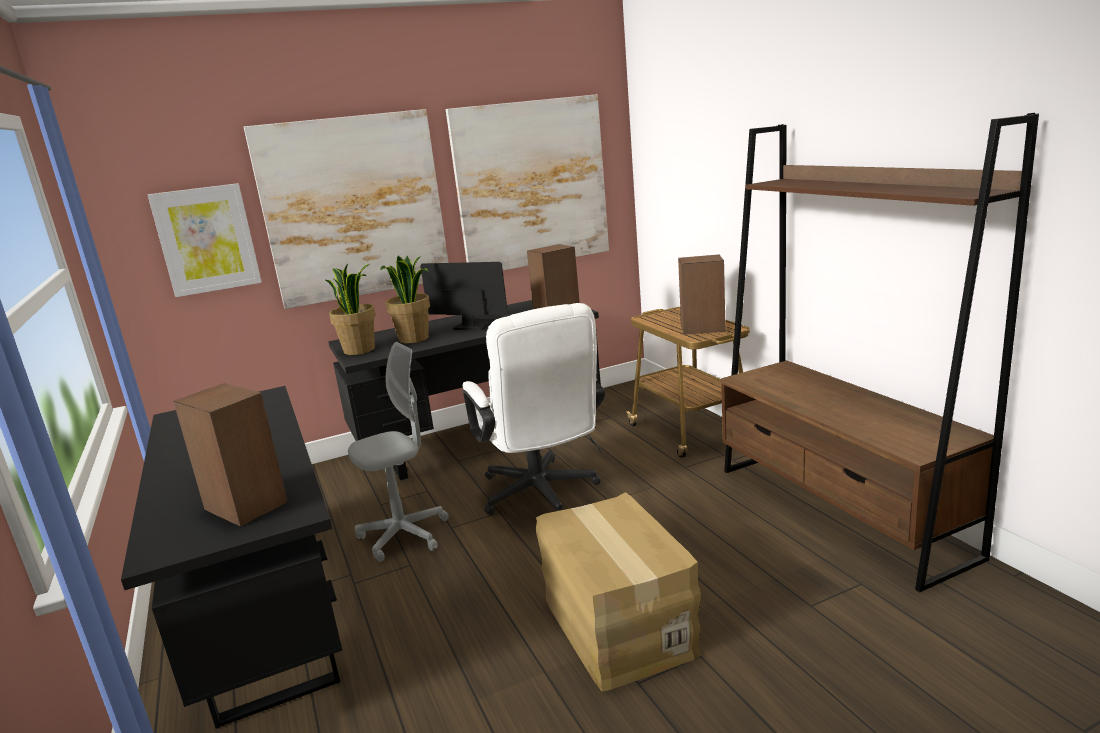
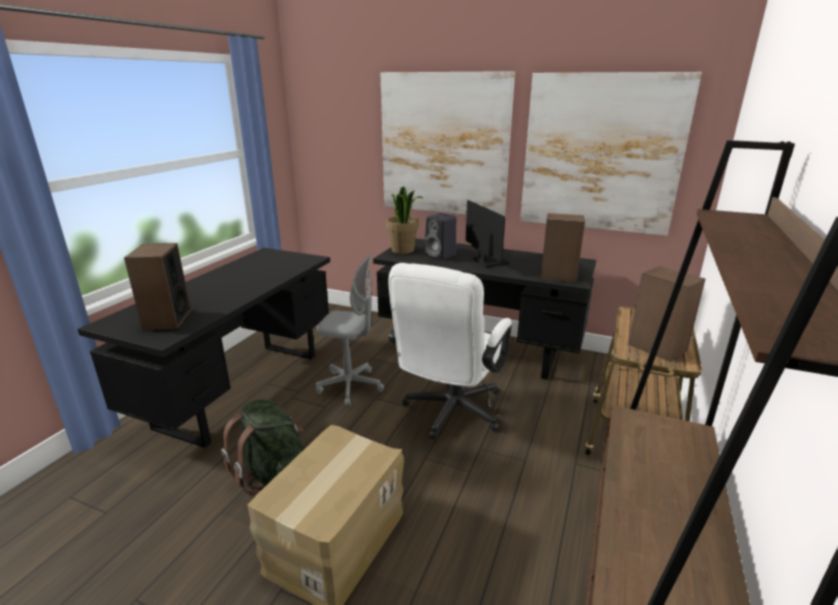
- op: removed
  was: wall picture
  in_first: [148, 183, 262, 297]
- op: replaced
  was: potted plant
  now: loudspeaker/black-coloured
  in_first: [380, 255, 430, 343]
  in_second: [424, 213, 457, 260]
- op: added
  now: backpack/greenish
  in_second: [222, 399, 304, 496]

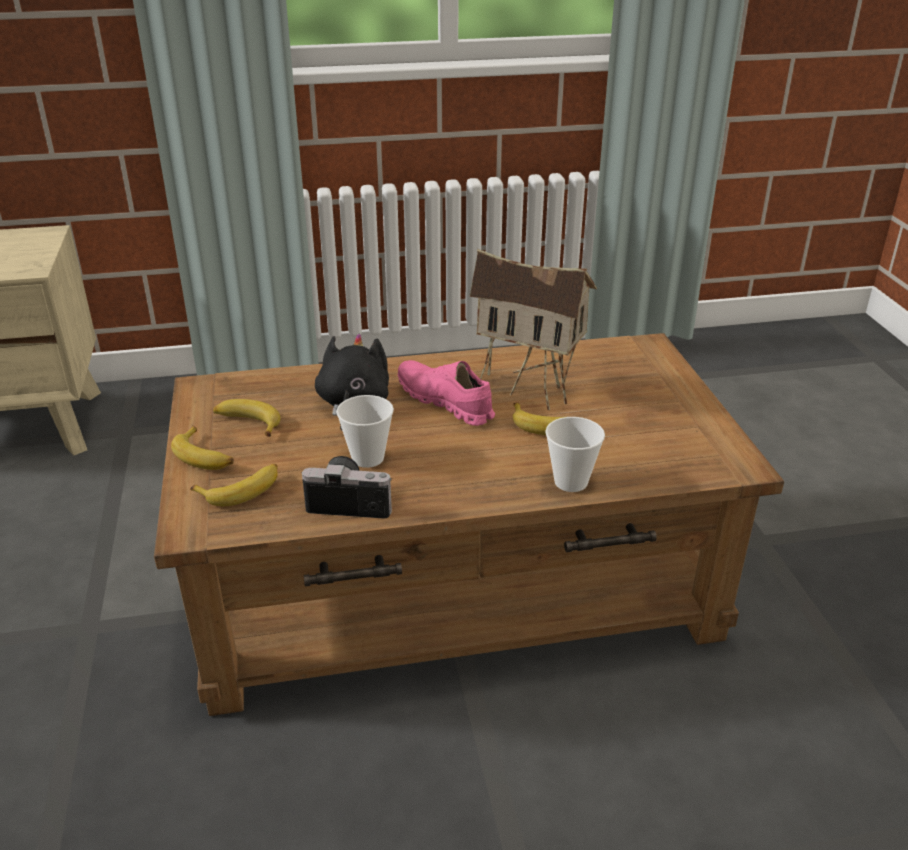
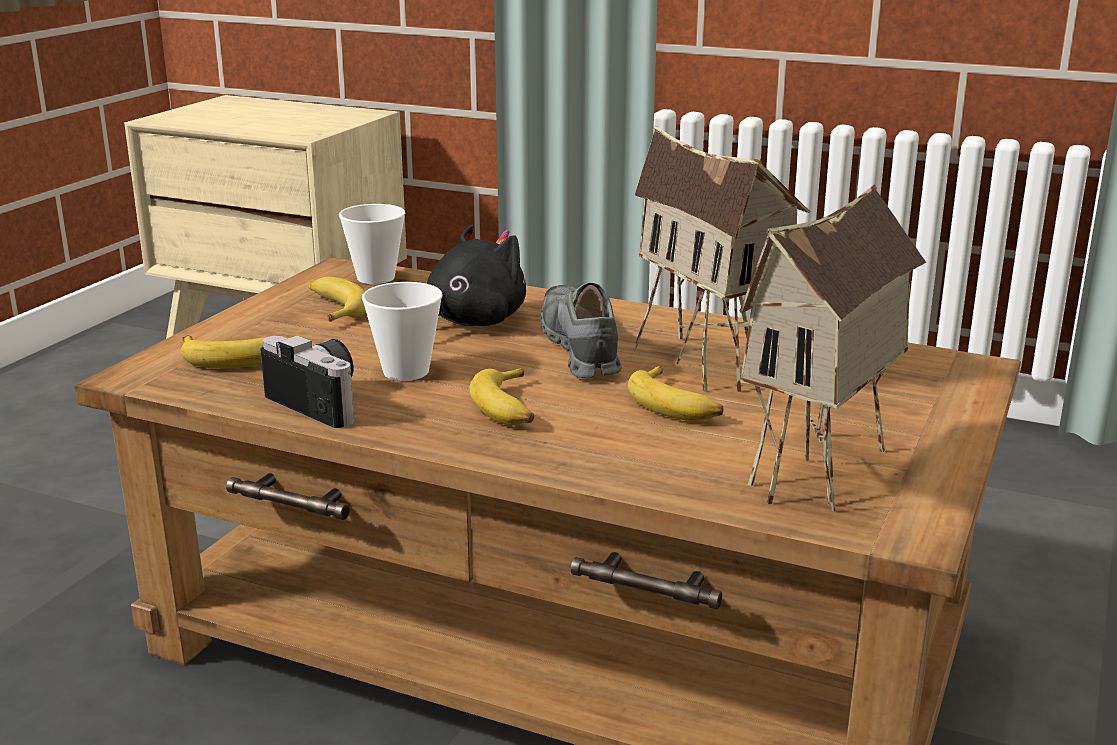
- op: moved
  was: whole banana
  in_first: [171, 426, 234, 470]
  in_second: [469, 368, 535, 426]
- op: recoloured
  was: shoe/pink-coloured
  now: shoe/grey
  in_first: [398, 360, 495, 426]
  in_second: [540, 283, 622, 378]
- op: moved
  was: cup
  in_first: [545, 417, 605, 492]
  in_second: [339, 204, 405, 284]
- op: added
  now: toy house
  in_second: [739, 184, 926, 511]

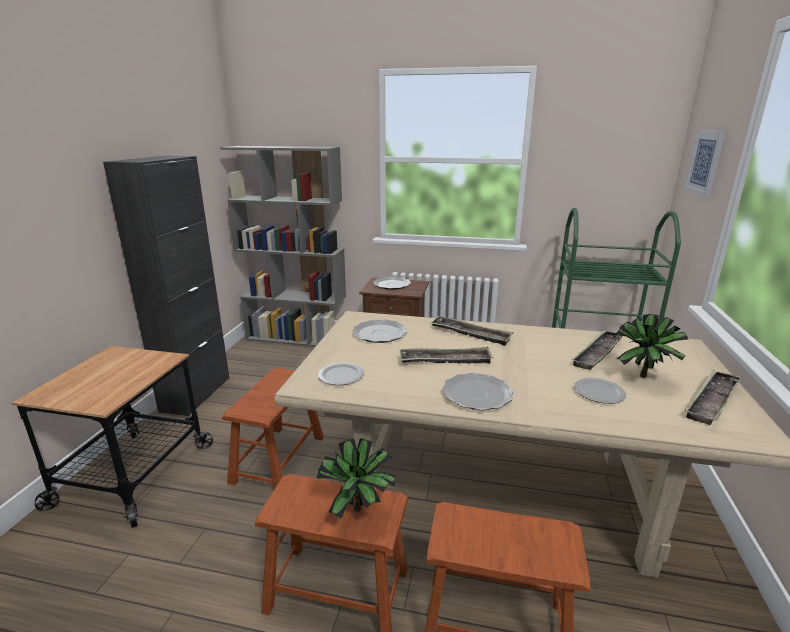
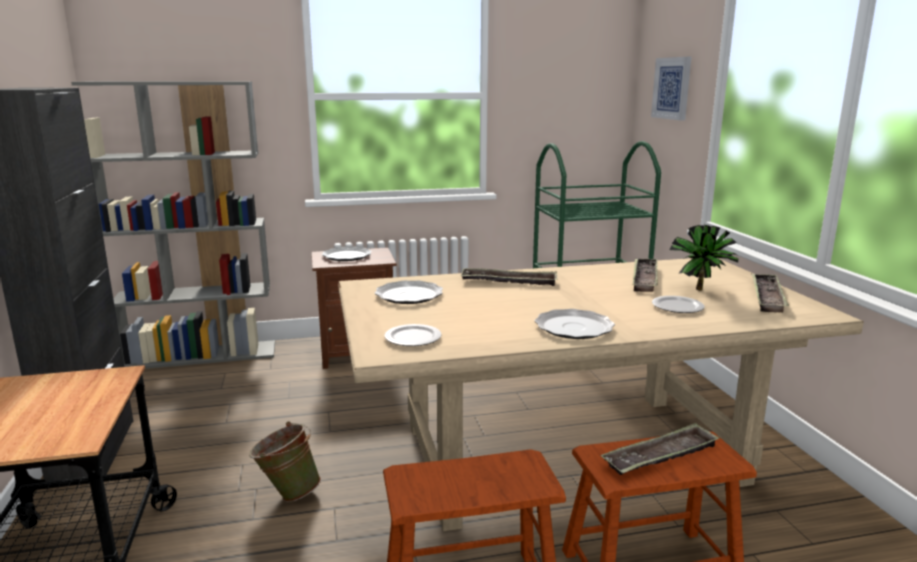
- op: replaced
  was: sitting stool/brown
  now: pail/greenish
  in_first: [222, 368, 324, 489]
  in_second: [249, 421, 321, 502]
- op: removed
  was: potted plant
  in_first: [316, 438, 395, 519]
- op: moved
  was: carrying tray
  in_first: [399, 347, 494, 364]
  in_second: [601, 423, 719, 475]

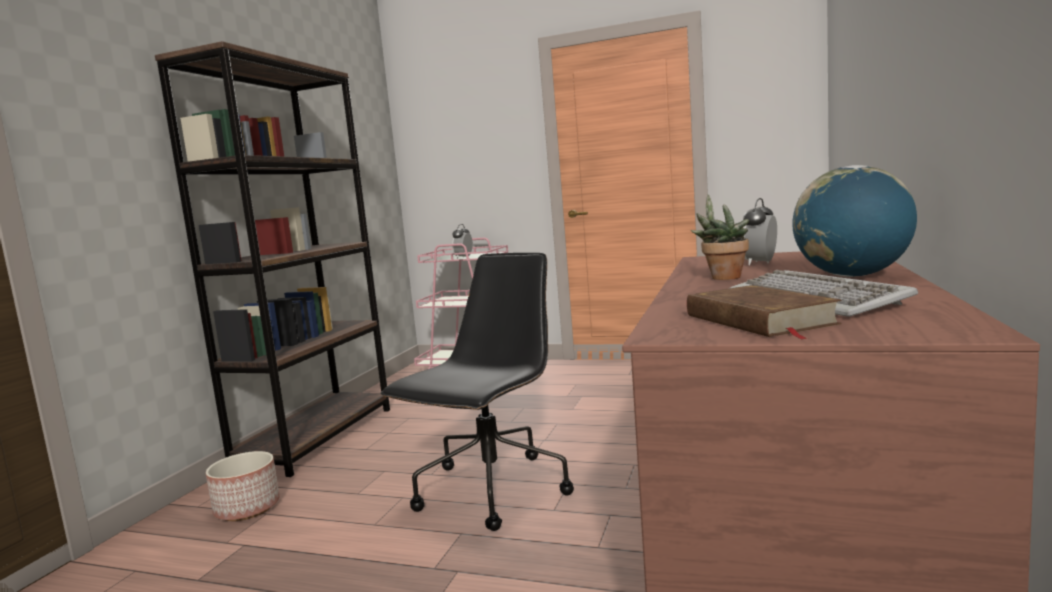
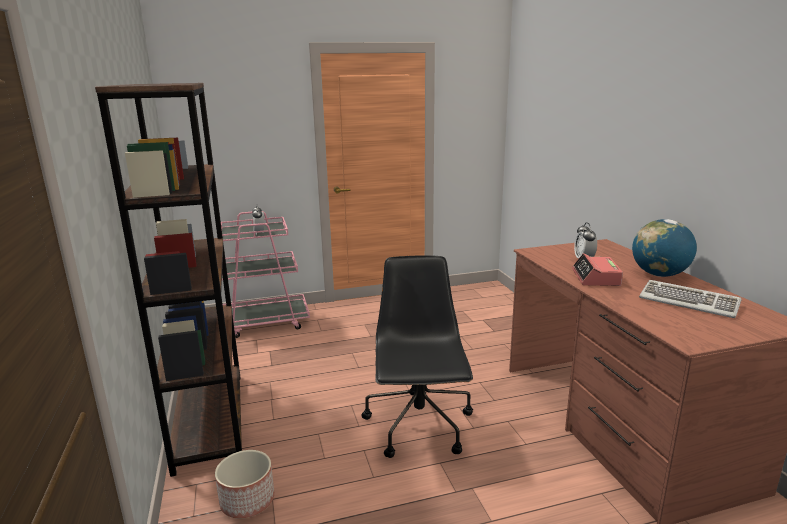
- op: removed
  was: bound book/brown
  in_first: [687, 285, 841, 340]
- op: replaced
  was: potted plant
  now: table clock
  in_first: [691, 194, 749, 280]
  in_second: [572, 253, 623, 286]

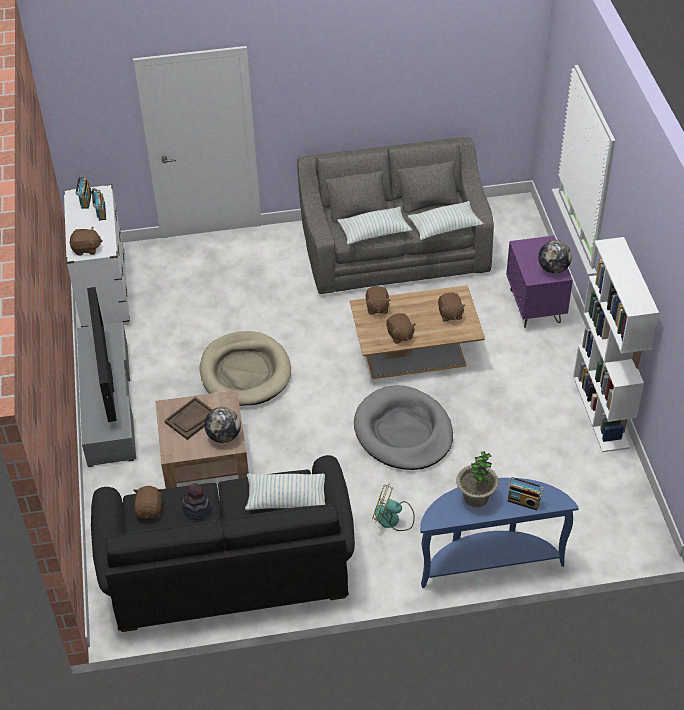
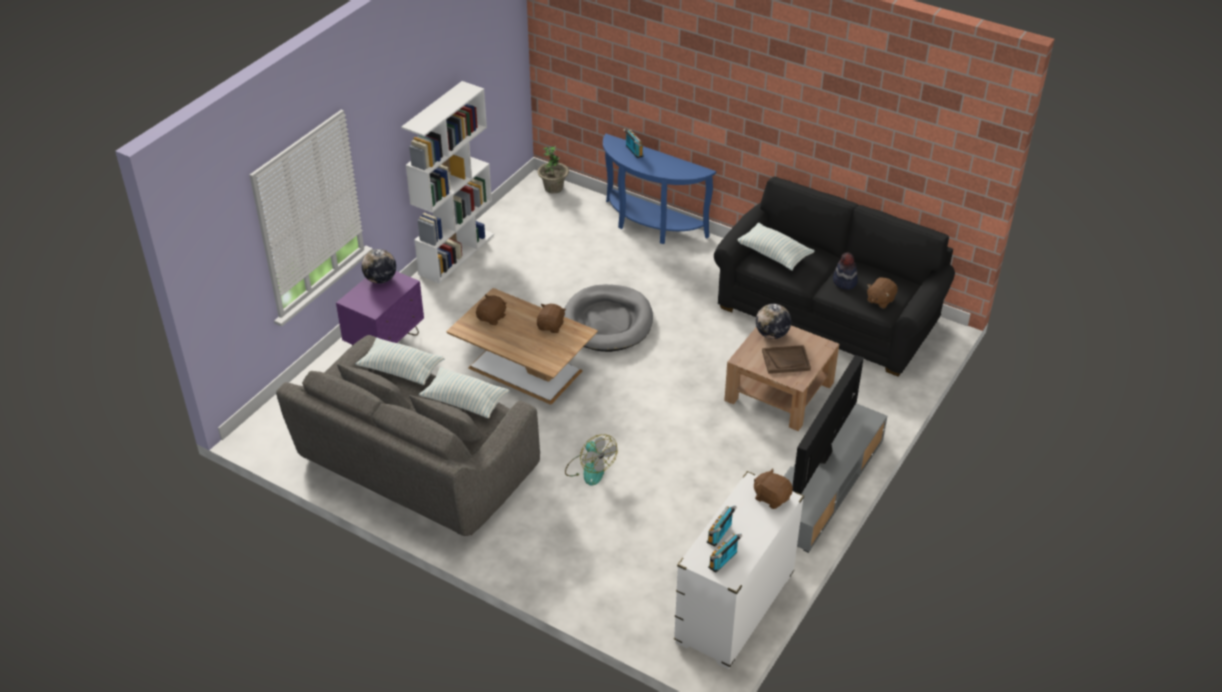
- op: removed
  was: dog cushion/sand-coloured
  in_first: [200, 331, 291, 406]
- op: removed
  was: plush toy/brown
  in_first: [365, 286, 391, 314]
- op: moved
  was: cooling fan
  in_first: [372, 483, 415, 531]
  in_second: [565, 435, 618, 486]
- op: moved
  was: potted plant
  in_first: [456, 451, 499, 508]
  in_second: [537, 146, 569, 194]

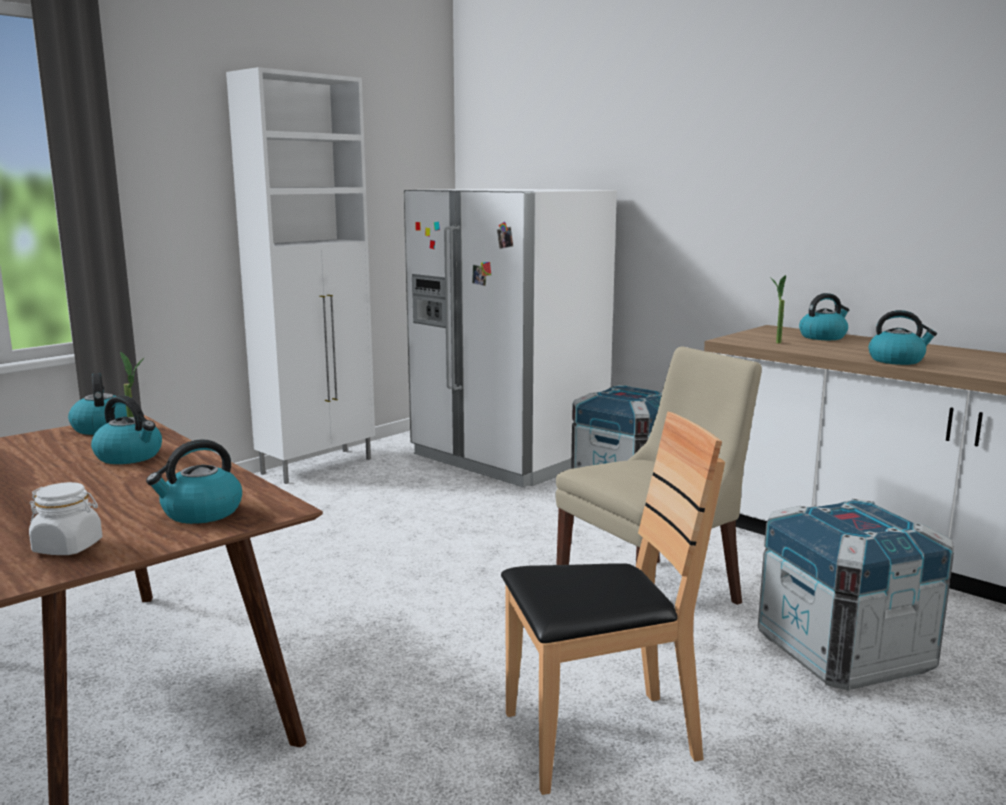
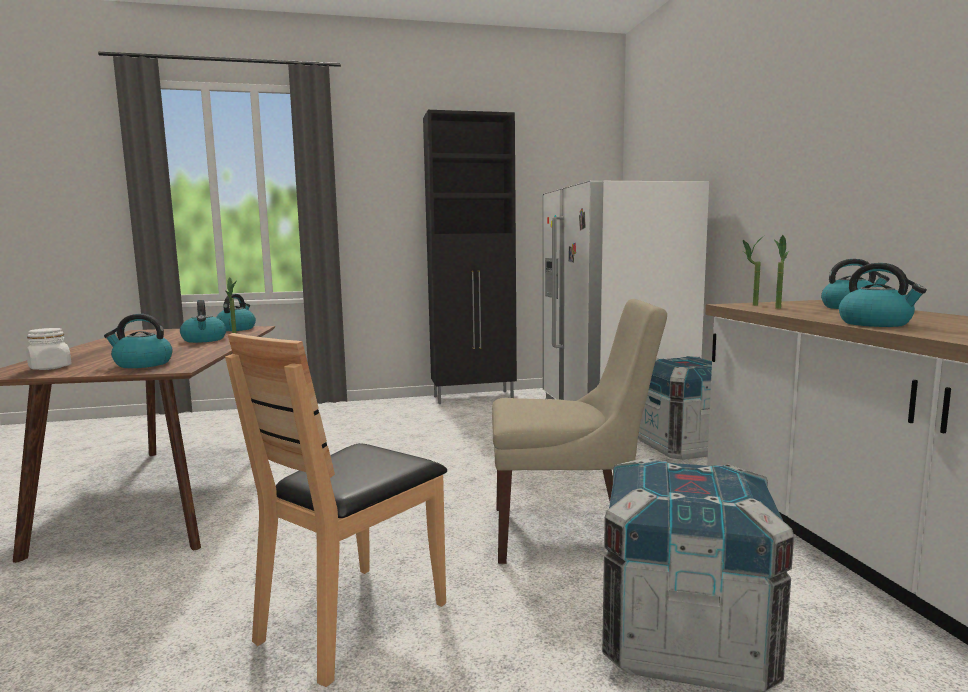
- op: recoloured
  was: cabinet/white
  now: cabinet/black-coloured
  in_first: [226, 67, 375, 484]
  in_second: [423, 110, 517, 404]
- op: turned
  was: chair/brown
  in_first: [501, 412, 725, 795]
  in_second: [225, 333, 447, 687]
  clockwise: 105
- op: added
  now: potted plant
  in_second: [743, 237, 763, 306]

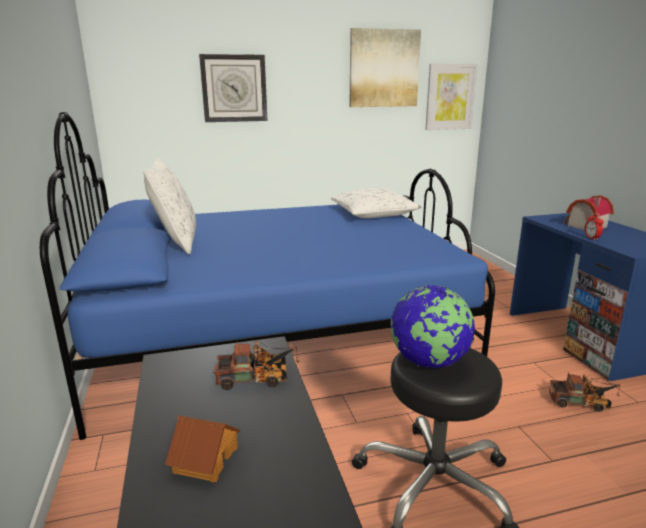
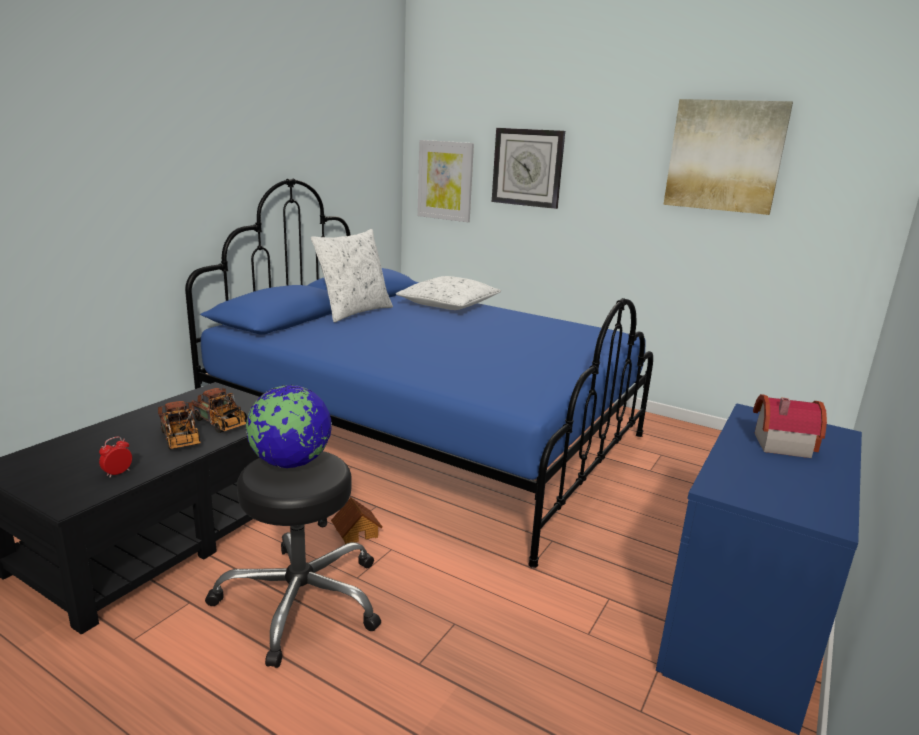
- op: moved
  was: toy house
  in_first: [165, 415, 240, 483]
  in_second: [331, 497, 382, 544]
- op: moved
  was: pillow/white
  in_first: [331, 188, 422, 218]
  in_second: [396, 276, 501, 310]
- op: moved
  was: wall picture
  in_first: [425, 64, 478, 130]
  in_second: [417, 140, 474, 222]
- op: moved
  was: toy lorry
  in_first: [549, 372, 620, 412]
  in_second: [158, 401, 201, 450]
- op: moved
  was: table clock
  in_first: [585, 213, 603, 240]
  in_second: [99, 437, 132, 478]

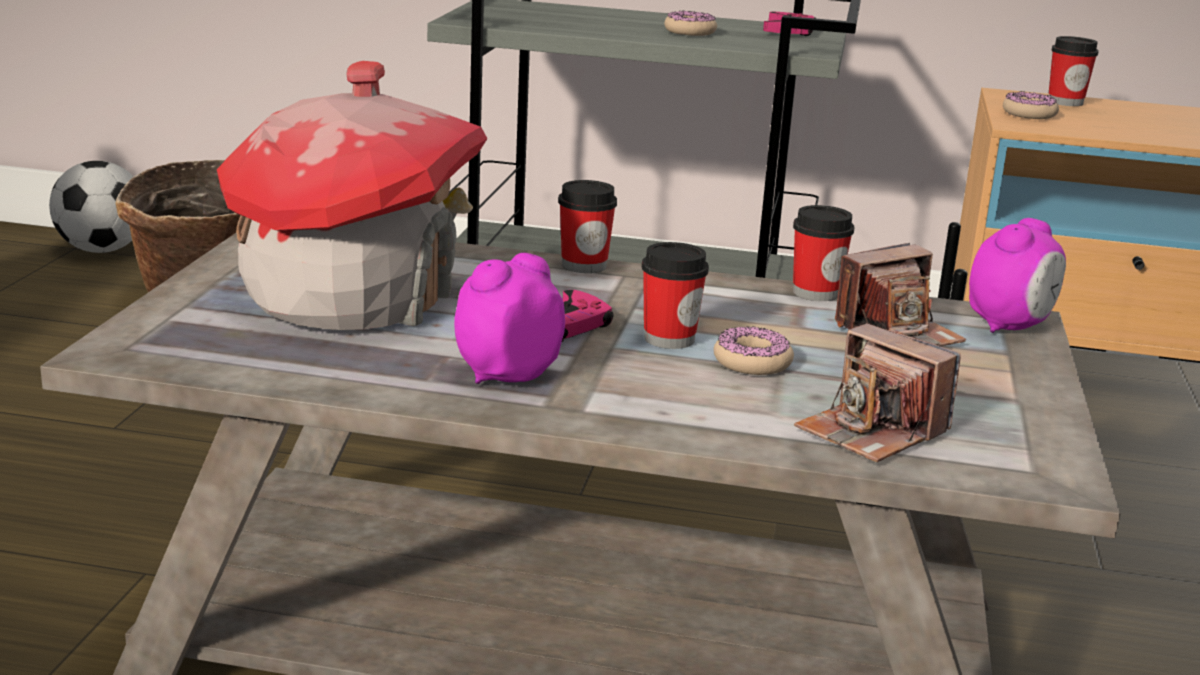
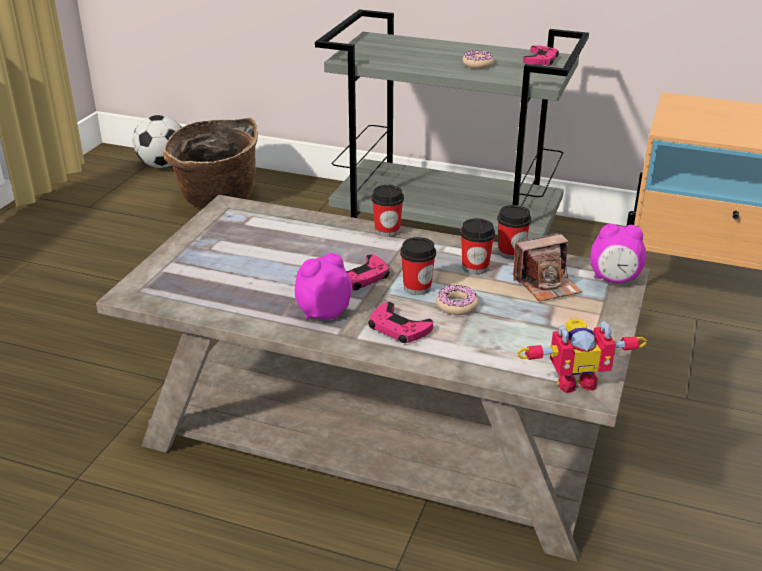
- op: removed
  was: toy house
  in_first: [217, 61, 488, 330]
- op: removed
  was: still camera
  in_first: [794, 323, 961, 462]
- op: turned
  was: table clock
  in_first: [969, 218, 1066, 333]
  in_second: [590, 224, 646, 283]
  clockwise: 45
- op: removed
  was: doughnut
  in_first: [1003, 92, 1059, 119]
- op: moved
  was: cup
  in_first: [1049, 36, 1099, 106]
  in_second: [460, 218, 495, 274]
- op: added
  now: game controller/pink-coloured
  in_second: [368, 302, 433, 343]
- op: added
  now: model robot
  in_second: [517, 319, 647, 393]

